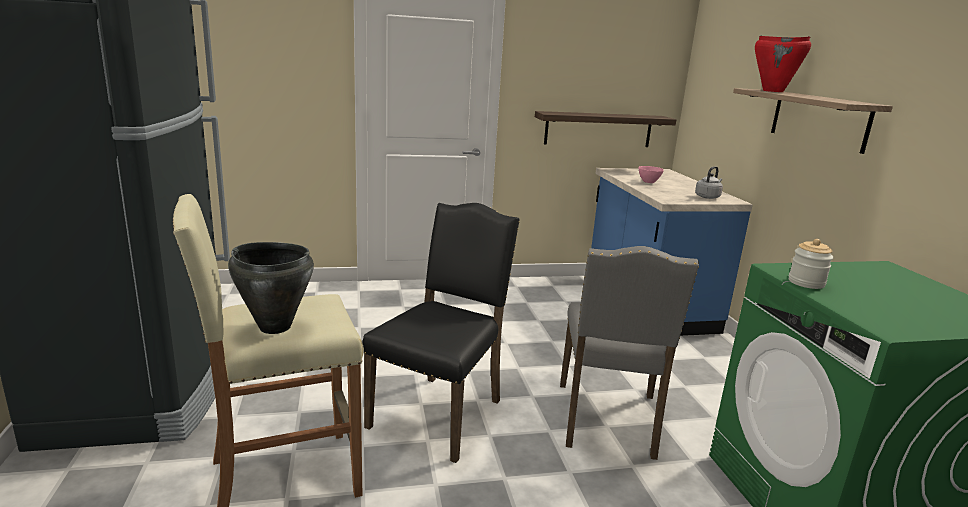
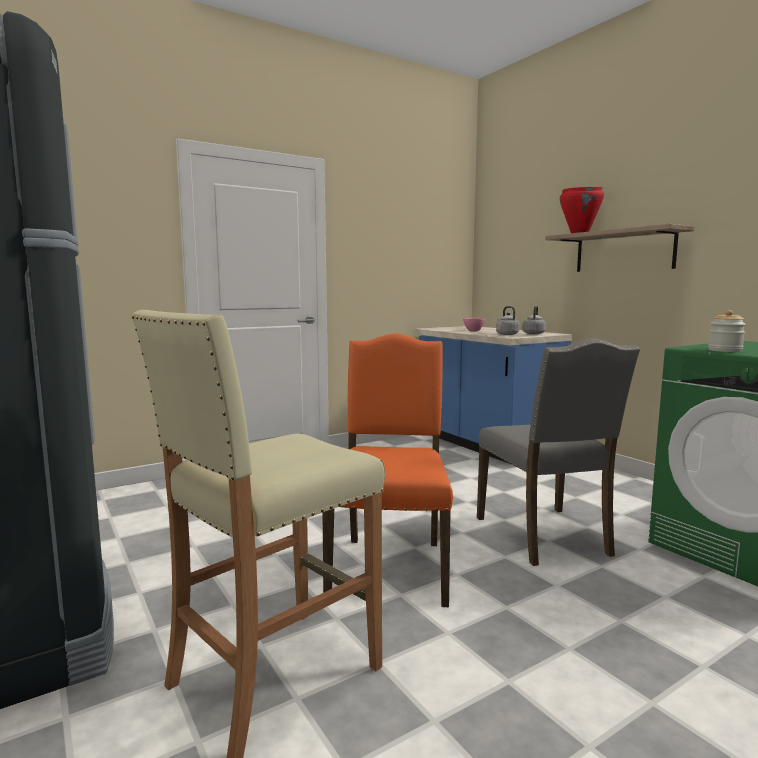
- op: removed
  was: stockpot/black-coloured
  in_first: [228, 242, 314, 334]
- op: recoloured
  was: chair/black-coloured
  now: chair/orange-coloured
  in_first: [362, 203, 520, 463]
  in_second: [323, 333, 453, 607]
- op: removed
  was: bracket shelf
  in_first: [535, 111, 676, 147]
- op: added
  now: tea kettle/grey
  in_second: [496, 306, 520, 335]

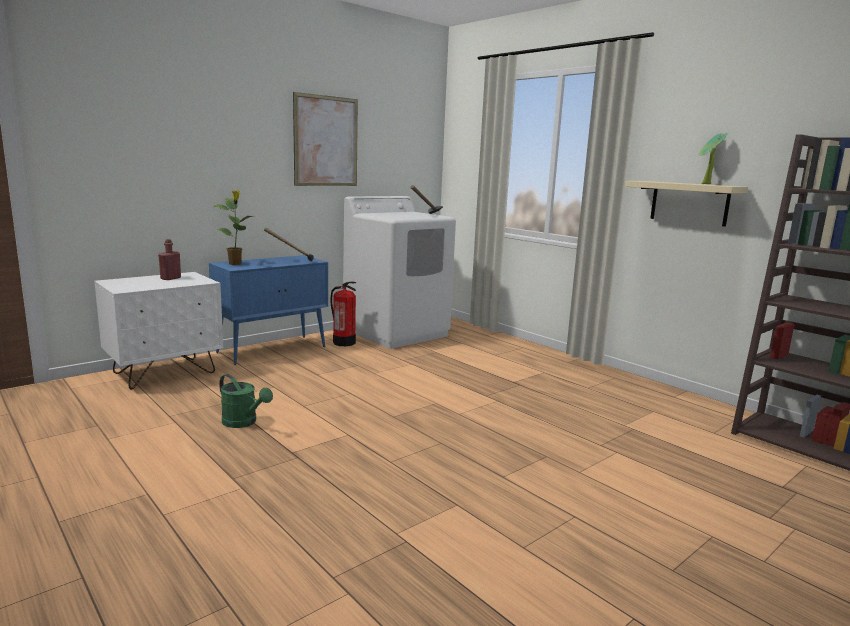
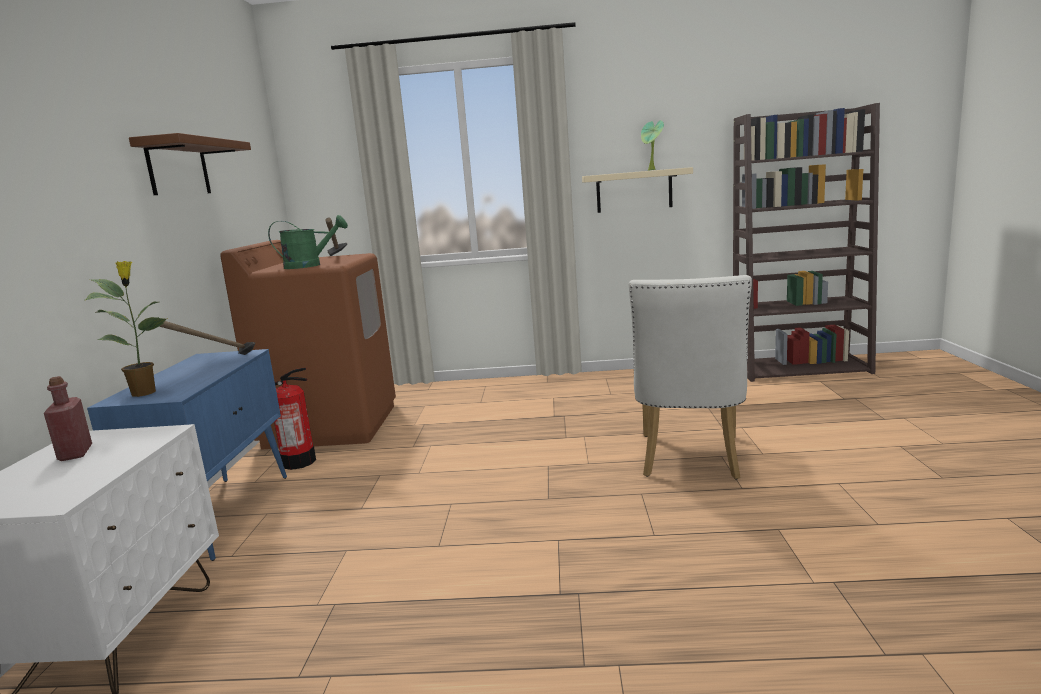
- op: moved
  was: watering can/greenish
  in_first: [219, 374, 273, 428]
  in_second: [268, 215, 348, 269]
- op: replaced
  was: wall picture
  now: bracket shelf/brown
  in_first: [293, 92, 358, 186]
  in_second: [129, 133, 251, 195]
- op: recoloured
  was: laundry machine/white
  now: laundry machine/brown
  in_first: [343, 196, 456, 349]
  in_second: [220, 240, 396, 450]
- op: added
  now: chair/white
  in_second: [628, 275, 752, 479]

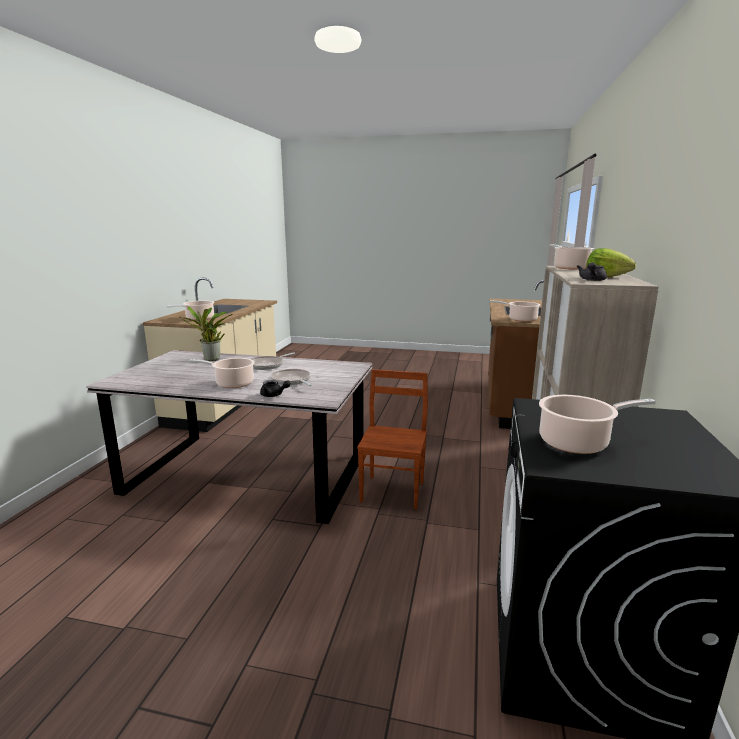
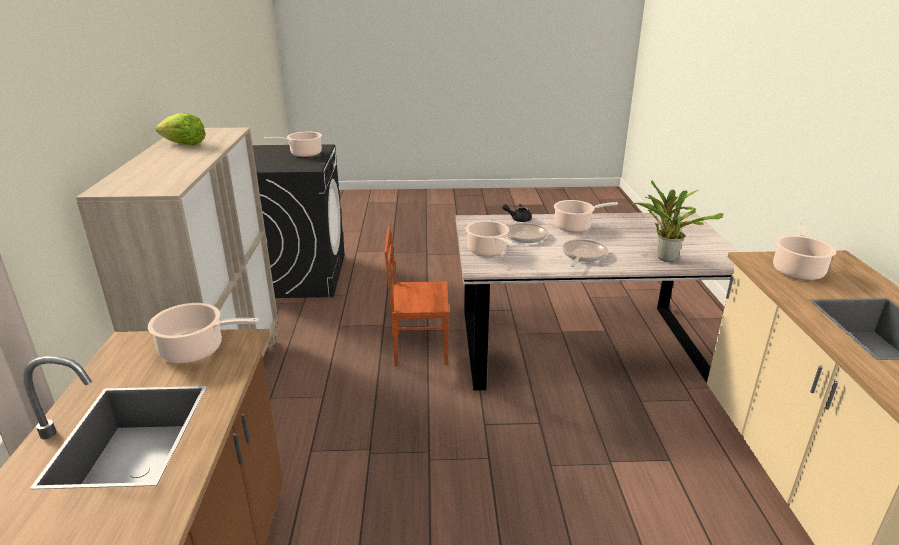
- op: turned
  was: chair/brown
  in_first: [357, 369, 428, 509]
  in_second: [384, 227, 449, 366]
  clockwise: 90
- op: moved
  was: stockpot
  in_first: [550, 244, 594, 270]
  in_second: [466, 221, 515, 256]
- op: removed
  was: tea pot/grey
  in_first: [577, 262, 607, 281]

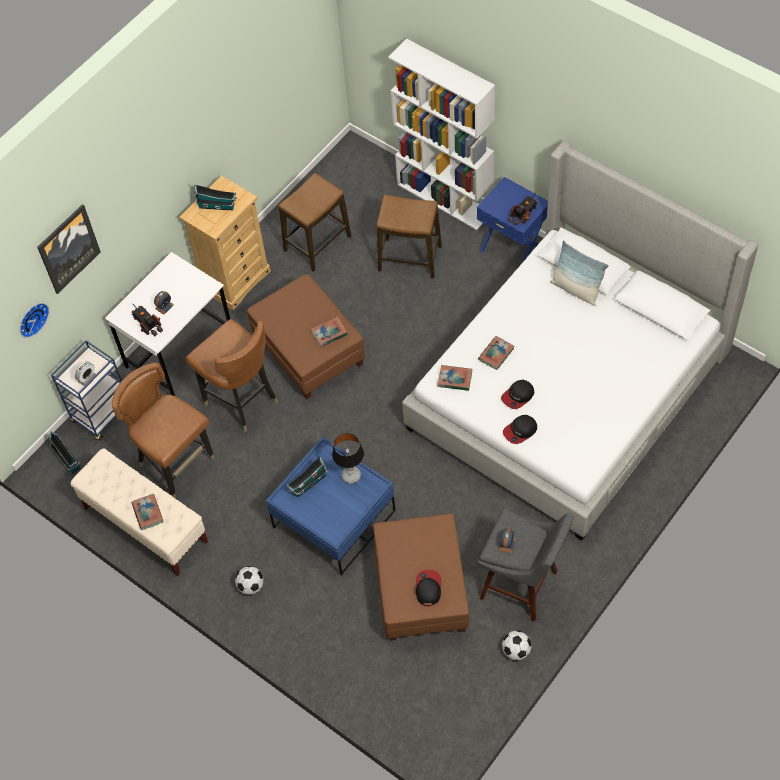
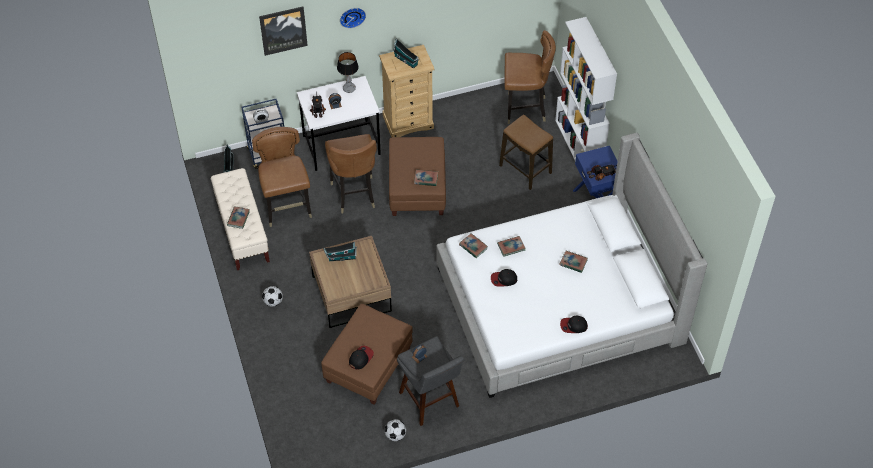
- op: moved
  was: hanging clock
  in_first: [20, 303, 49, 338]
  in_second: [340, 8, 366, 28]
- op: recoloured
  was: low table/bluish
  now: low table/brown
  in_first: [266, 437, 395, 575]
  in_second: [309, 236, 392, 328]
- op: removed
  was: sitting stool
  in_first: [279, 173, 351, 272]
- op: moved
  was: lamp for a table
  in_first: [332, 433, 364, 484]
  in_second: [337, 52, 359, 93]
- op: moved
  was: baseball cap
  in_first: [503, 415, 537, 444]
  in_second: [560, 316, 588, 333]
- op: removed
  was: pillow
  in_first: [550, 240, 609, 306]
- op: added
  now: chair/brown
  in_second: [504, 30, 556, 124]
- op: added
  now: bound book
  in_second: [559, 251, 588, 273]

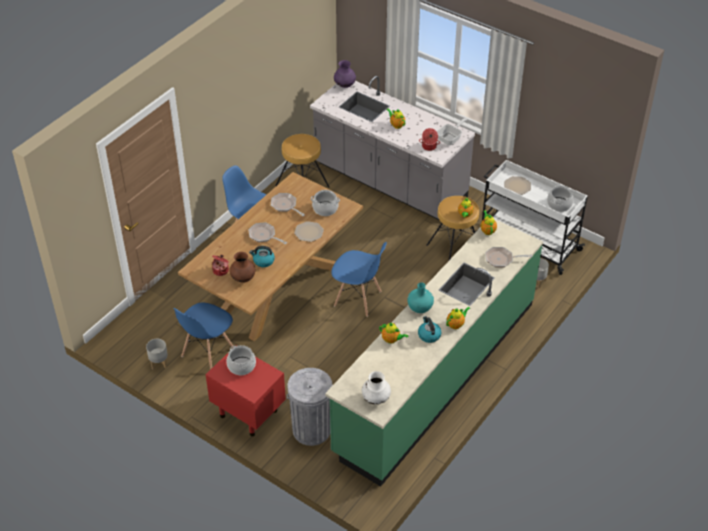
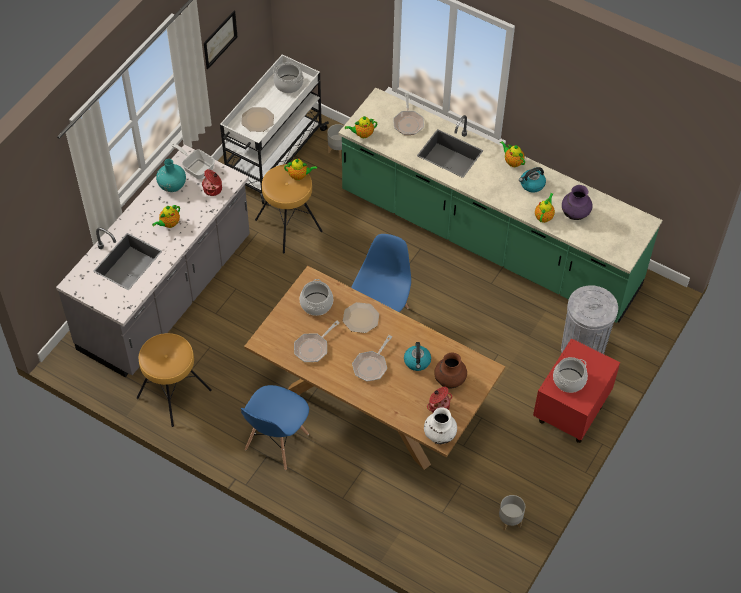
- op: removed
  was: chair/bluish
  in_first: [173, 303, 233, 370]
- op: moved
  was: decorative vase/purple
  in_first: [334, 60, 356, 88]
  in_second: [562, 185, 592, 220]
- op: moved
  was: decorative vase/white
  in_first: [362, 371, 391, 404]
  in_second: [424, 407, 457, 444]
- op: moved
  was: decorative vase/turquoise-coloured
  in_first: [407, 282, 434, 313]
  in_second: [156, 159, 186, 192]
- op: added
  now: wall picture
  in_second: [204, 11, 237, 69]

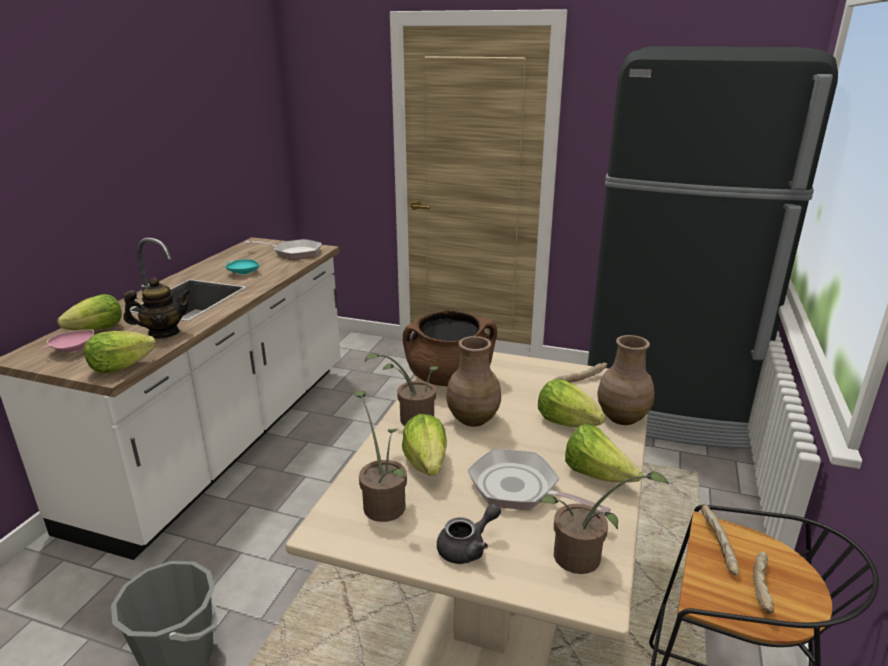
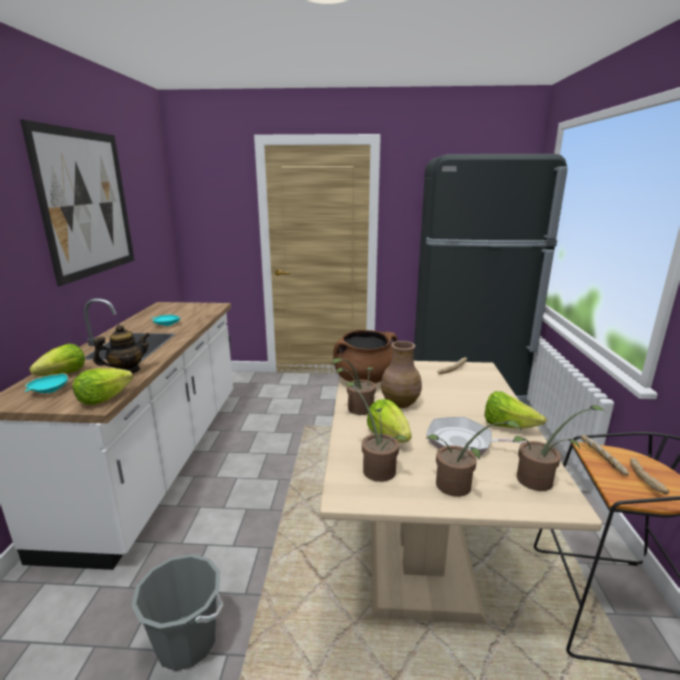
- op: recoloured
  was: serving bowl/pink-coloured
  now: serving bowl/turquoise-coloured
  in_first: [43, 329, 94, 352]
  in_second: [25, 373, 68, 393]
- op: removed
  was: skillet
  in_first: [245, 239, 322, 260]
- op: replaced
  was: tea pot/grey
  now: potted plant
  in_first: [437, 503, 501, 564]
  in_second: [426, 420, 522, 497]
- op: removed
  was: lettuce head
  in_first: [538, 379, 605, 427]
- op: removed
  was: decorative vase/brown
  in_first: [597, 335, 654, 425]
- op: added
  now: wall picture
  in_second: [20, 120, 135, 286]

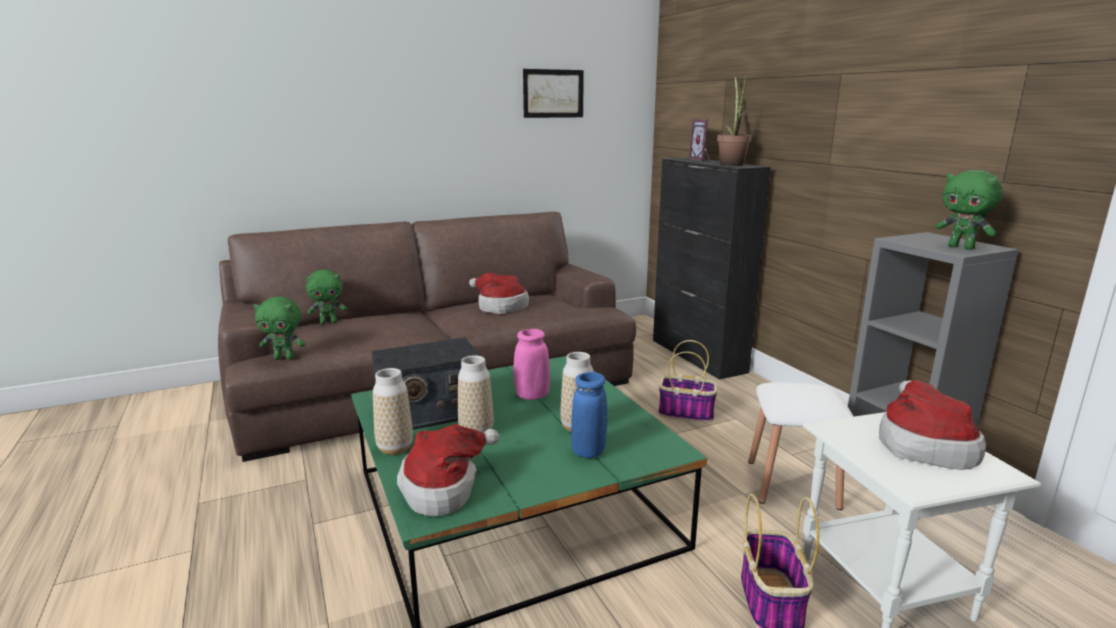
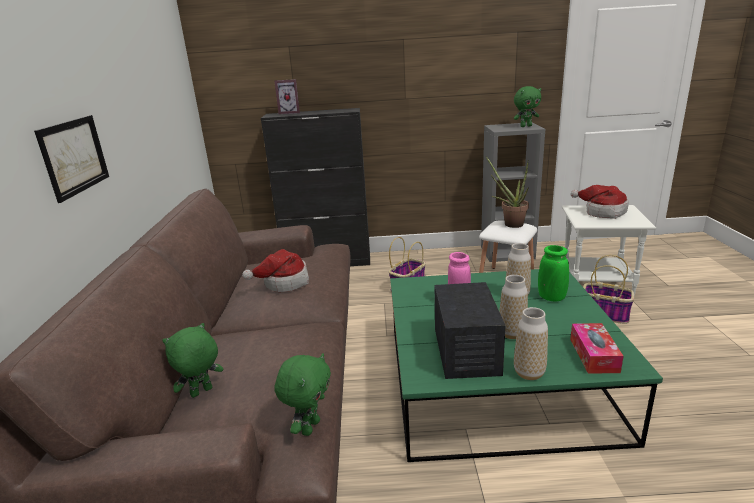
- op: turned
  was: plush toy/greenish
  in_first: [306, 270, 347, 324]
  in_second: [162, 323, 223, 398]
  clockwise: -135
- op: replaced
  was: clothing hat
  now: tissue holder
  in_first: [397, 424, 499, 516]
  in_second: [570, 323, 623, 373]
- op: moved
  was: wall picture
  in_first: [523, 69, 584, 118]
  in_second: [34, 115, 109, 203]
- op: recoloured
  was: decorative vase/bluish
  now: decorative vase/greenish
  in_first: [571, 372, 608, 458]
  in_second: [538, 245, 569, 302]
- op: moved
  was: potted plant
  in_first: [717, 76, 752, 166]
  in_second: [486, 157, 529, 228]

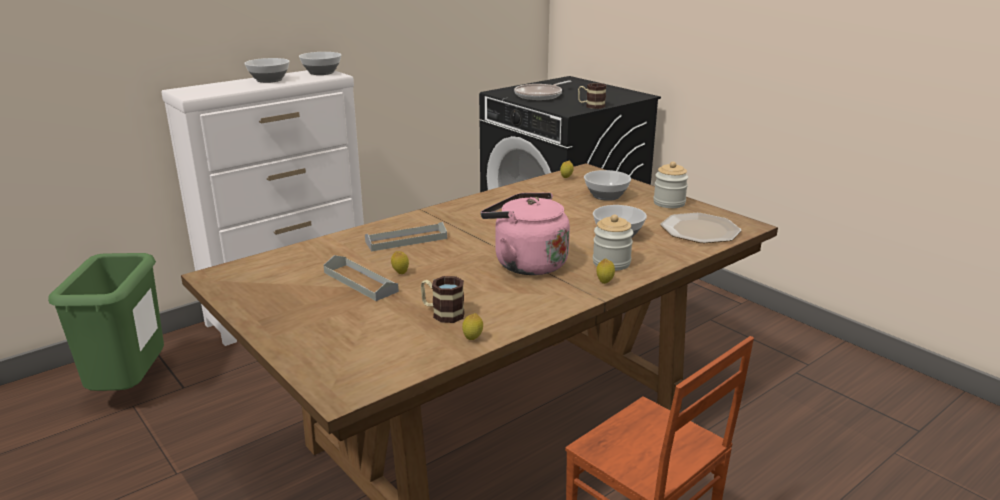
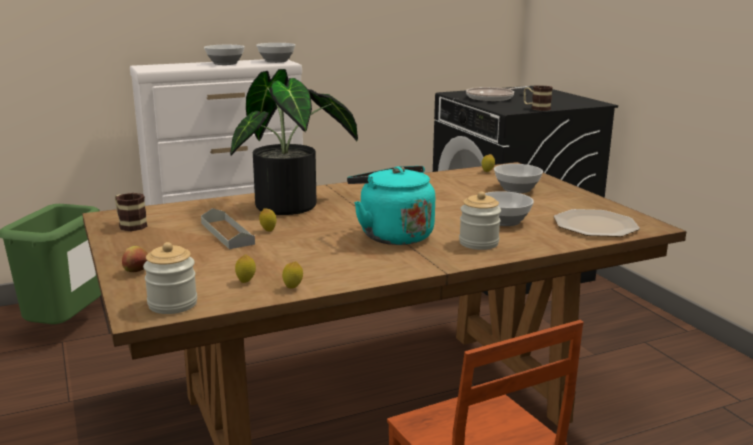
- op: replaced
  was: carrying tray/grey
  now: potted plant
  in_first: [365, 222, 447, 251]
  in_second: [230, 69, 358, 215]
- op: moved
  was: mug
  in_first: [421, 276, 465, 323]
  in_second: [115, 193, 148, 231]
- op: recoloured
  was: tea kettle/pink-coloured
  now: tea kettle/turquoise-coloured
  in_first: [481, 193, 570, 275]
  in_second: [347, 166, 435, 245]
- op: moved
  was: citrus fruit
  in_first: [596, 258, 615, 284]
  in_second: [235, 254, 256, 283]
- op: moved
  was: preserve jar
  in_first: [653, 162, 689, 208]
  in_second: [143, 242, 197, 314]
- op: added
  now: apple
  in_second: [122, 246, 148, 272]

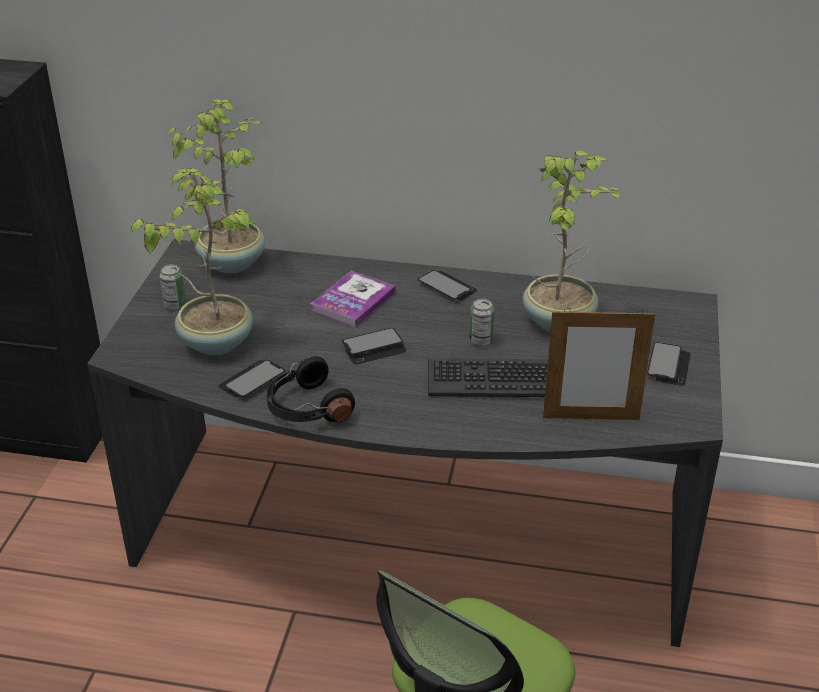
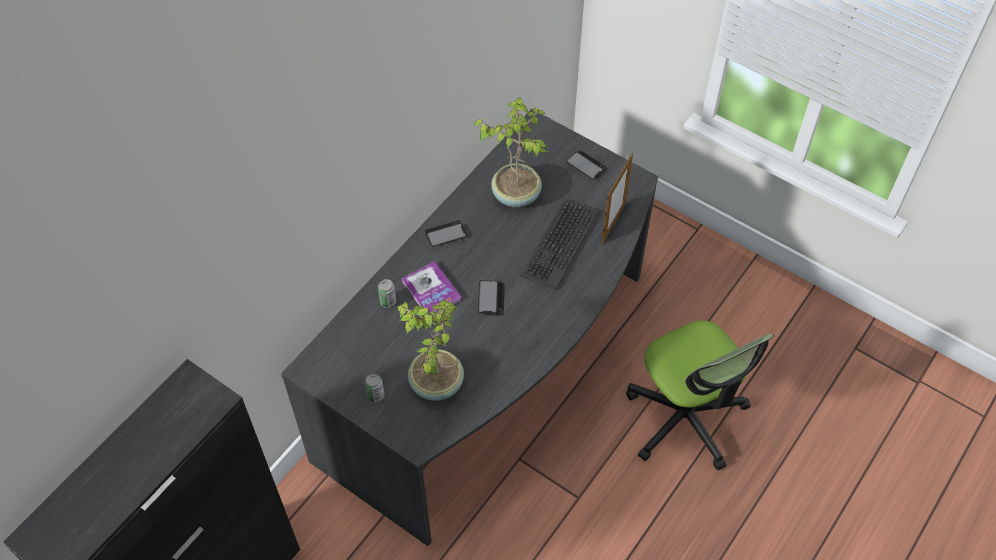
- op: removed
  was: potted plant
  in_first: [167, 99, 265, 273]
- op: removed
  was: phone
  in_first: [219, 360, 285, 397]
- op: removed
  was: pair of headphones/black-coloured
  in_first: [267, 356, 355, 422]
- op: moved
  was: sealed can
  in_first: [469, 299, 494, 346]
  in_second: [378, 279, 396, 308]

